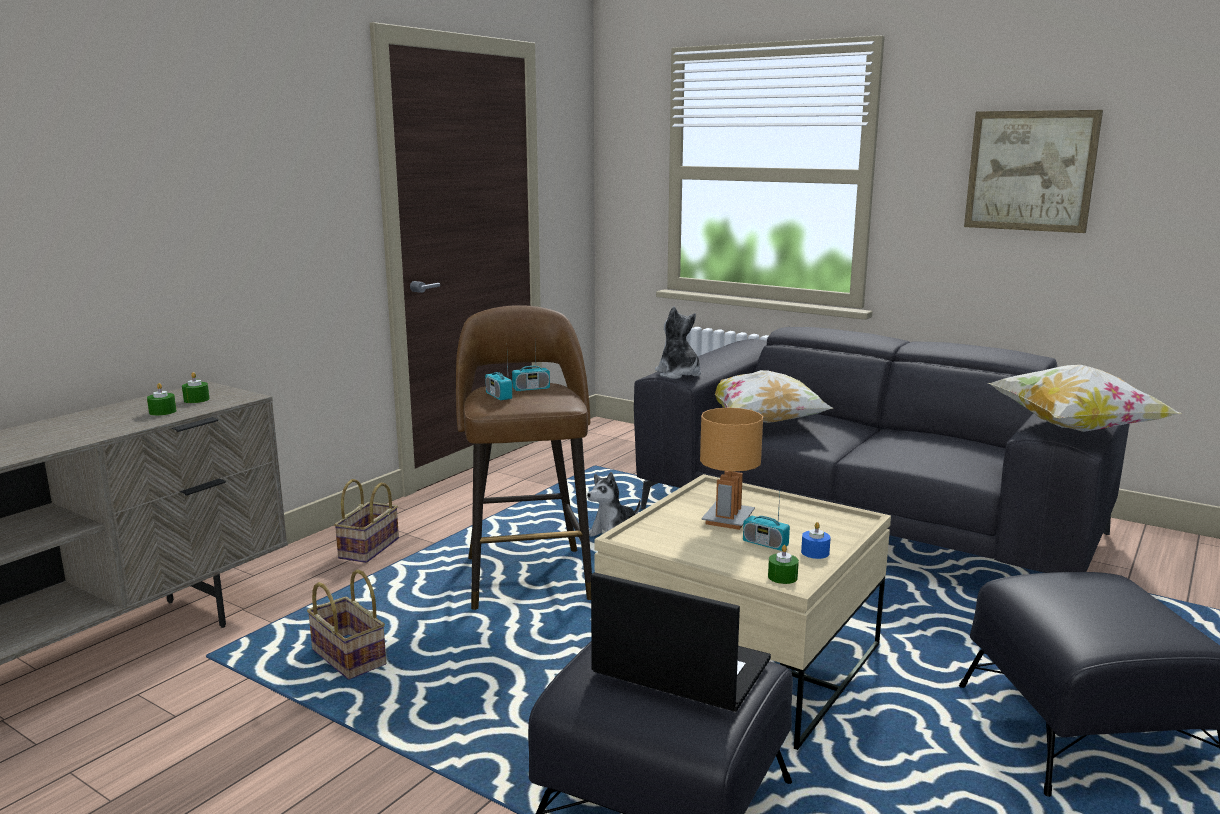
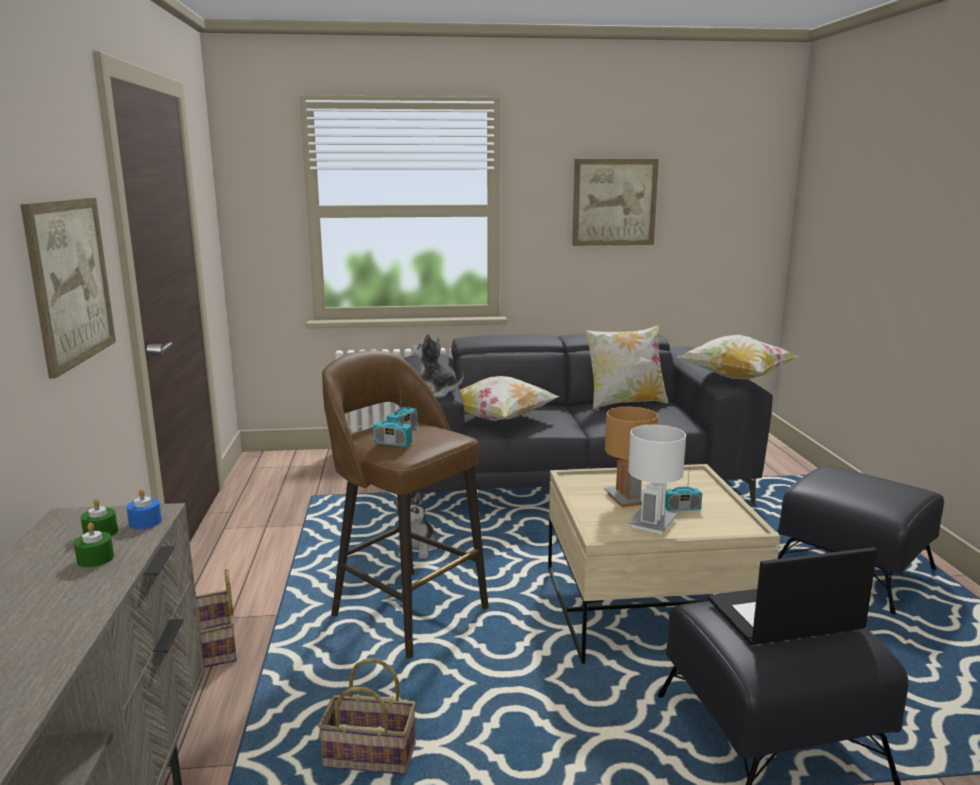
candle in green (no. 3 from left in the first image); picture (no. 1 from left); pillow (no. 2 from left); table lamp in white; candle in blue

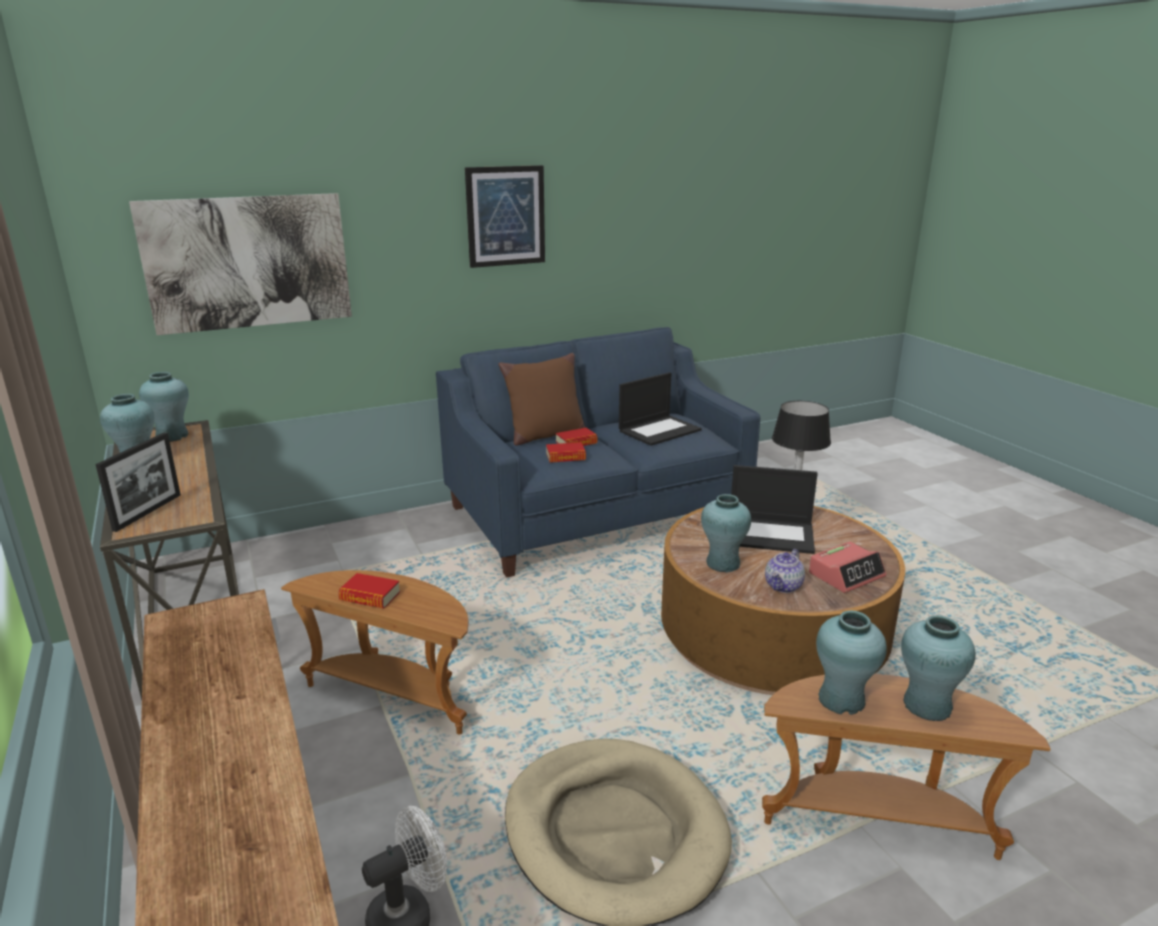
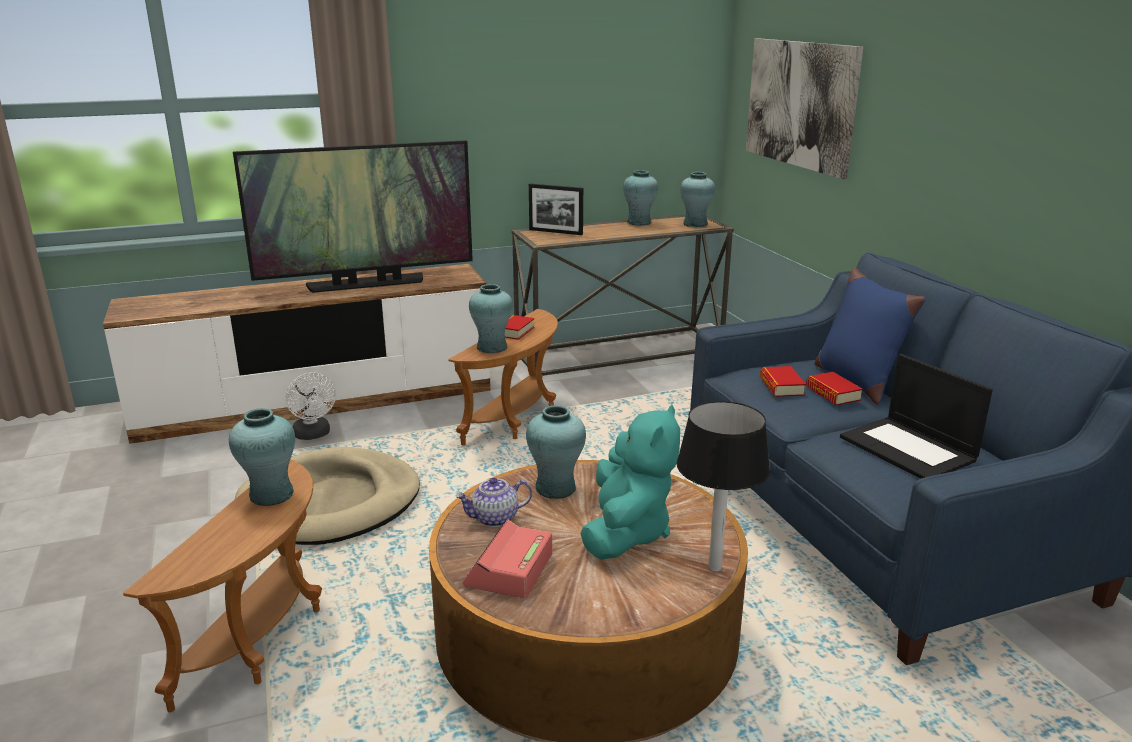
picture (no. 2 from left in the first image); television; vase in turquoise (no. 2 from left); plush toy in turquoise; pillow in blue; teapot; alarm clock

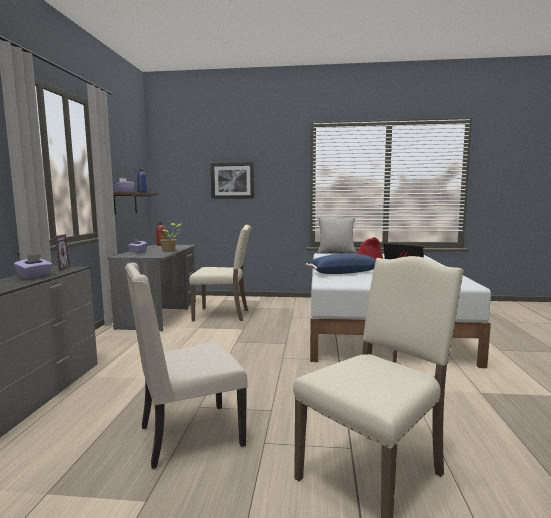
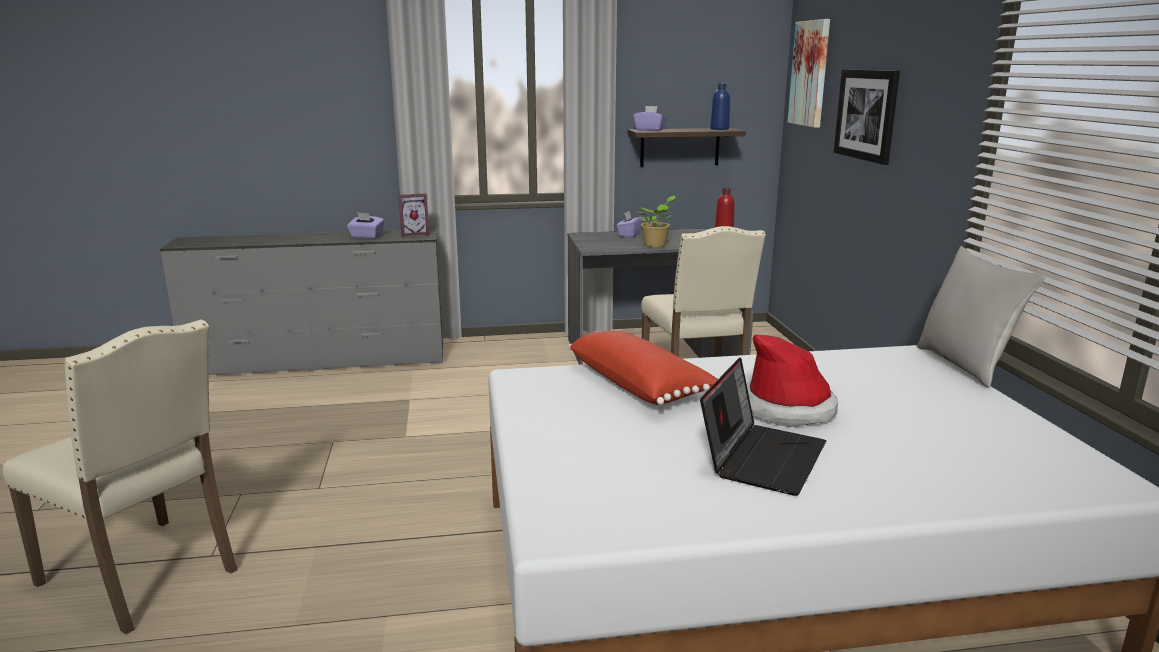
chair in beige (no. 1 from left in the first image); picture (no. 1 from left); pillow in red

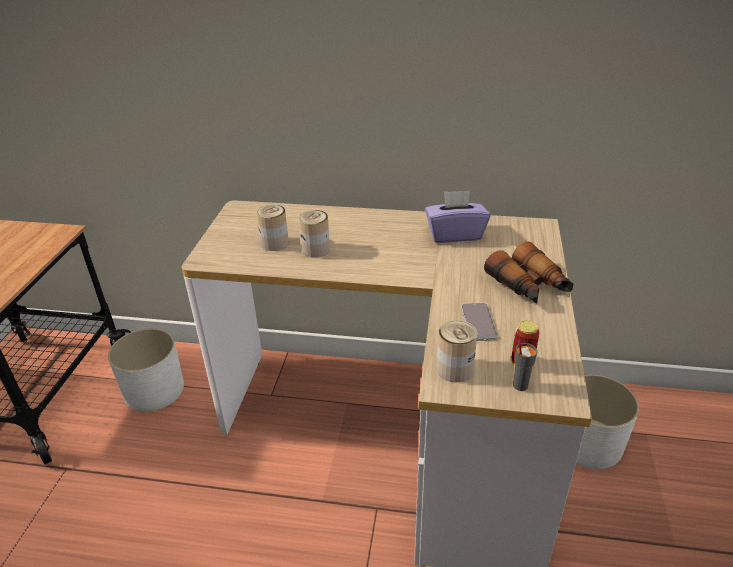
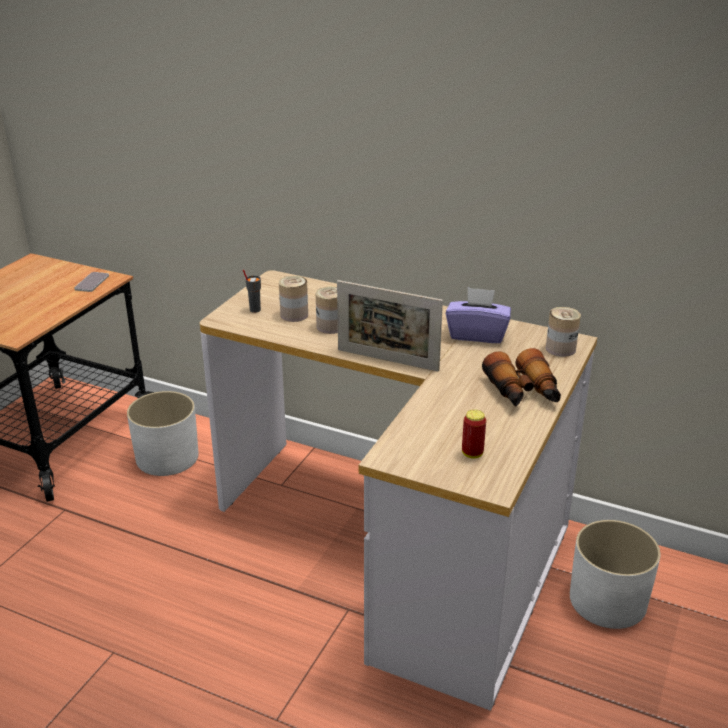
picture frame; can (no. 4 from left); phone; cup in grey

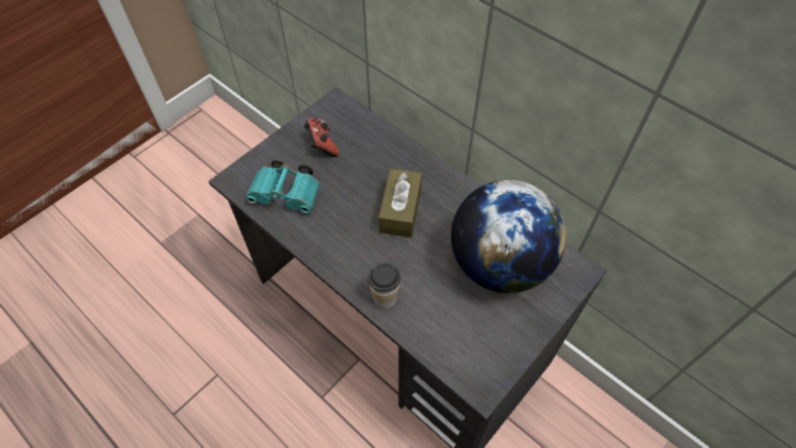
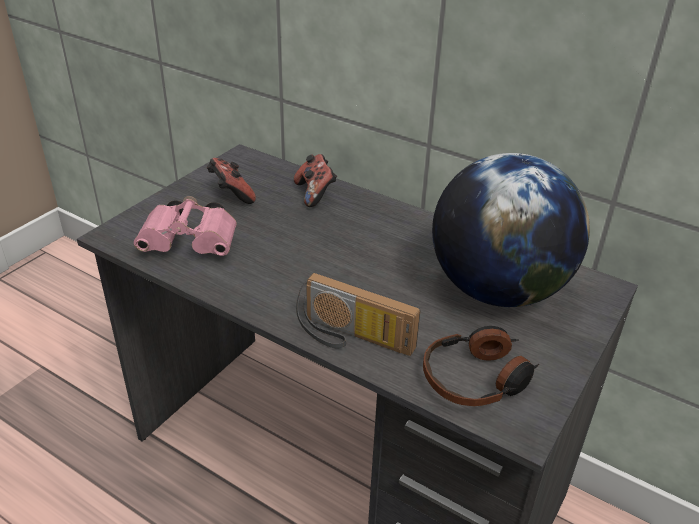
tissue box in brown; game controller (no. 2 from left); headphones; radio; binoculars in pink

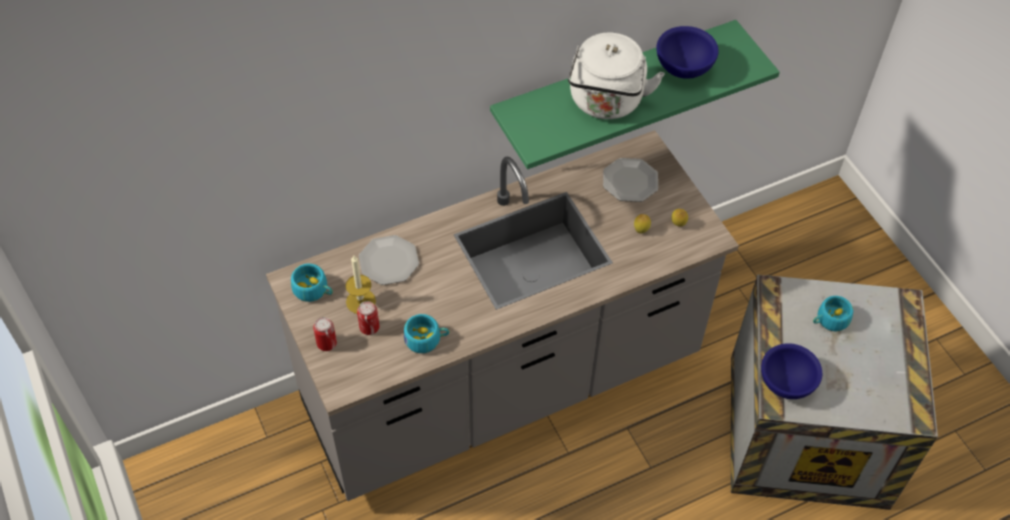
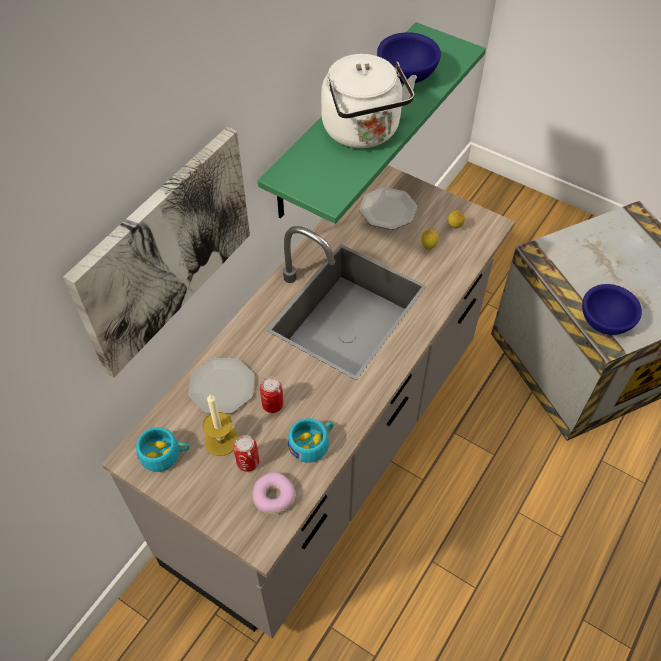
cup in turquoise (no. 3 from left in the first image); picture; donut; can (no. 2 from left)

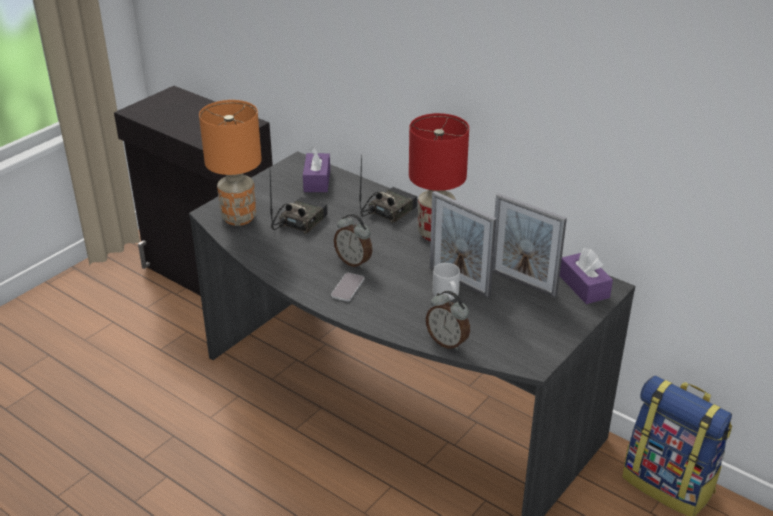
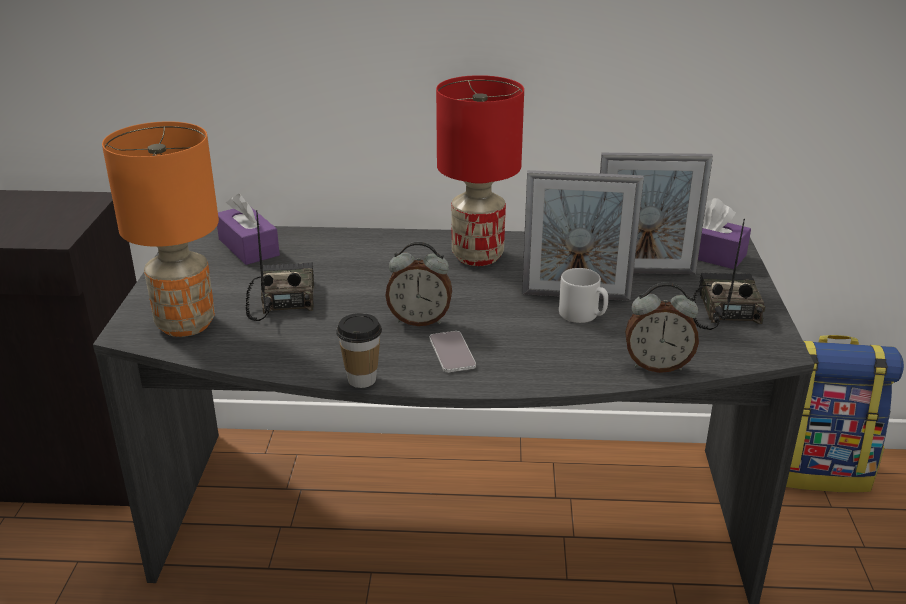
cup; radio (no. 2 from left)

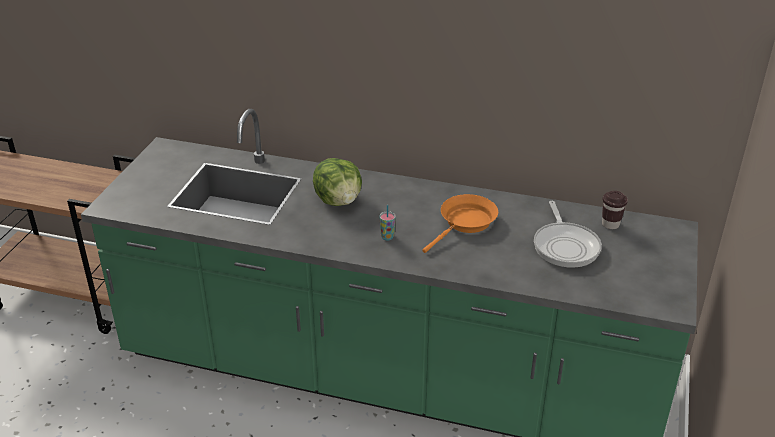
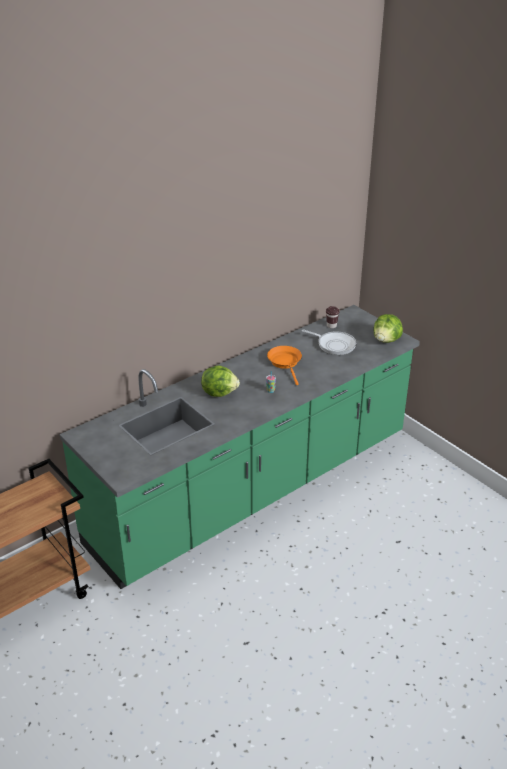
lettuce (no. 2 from left)

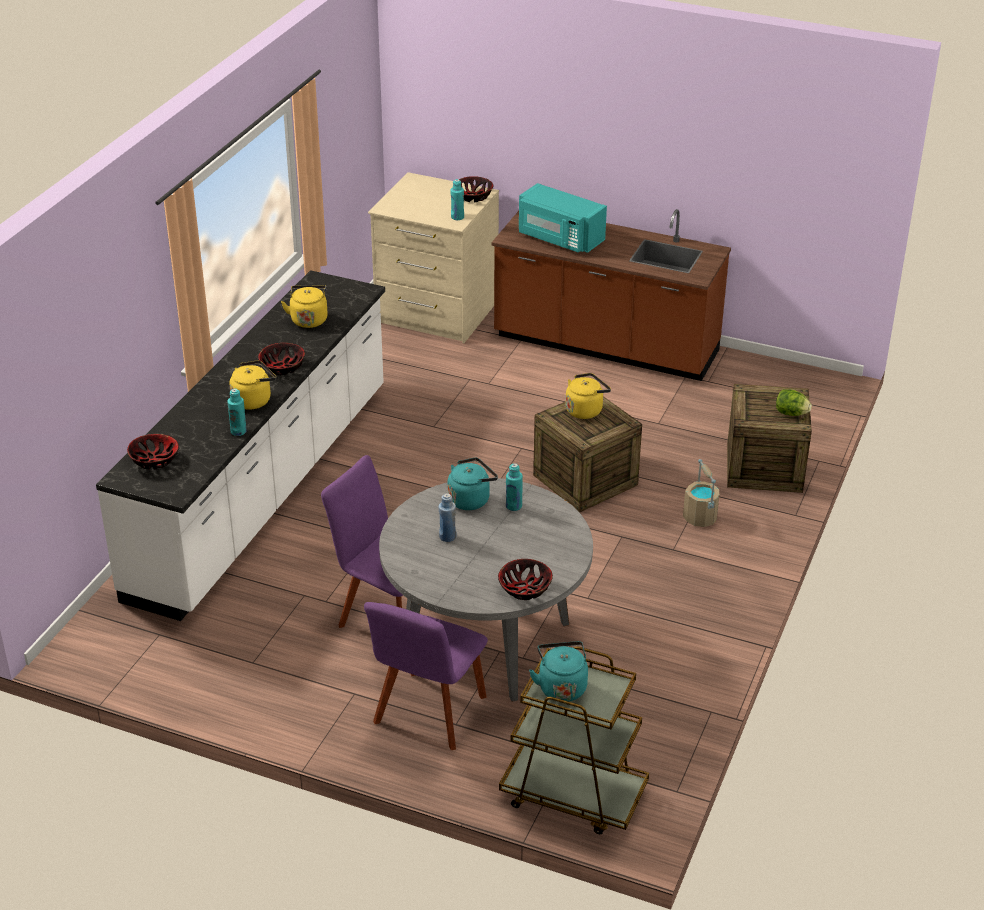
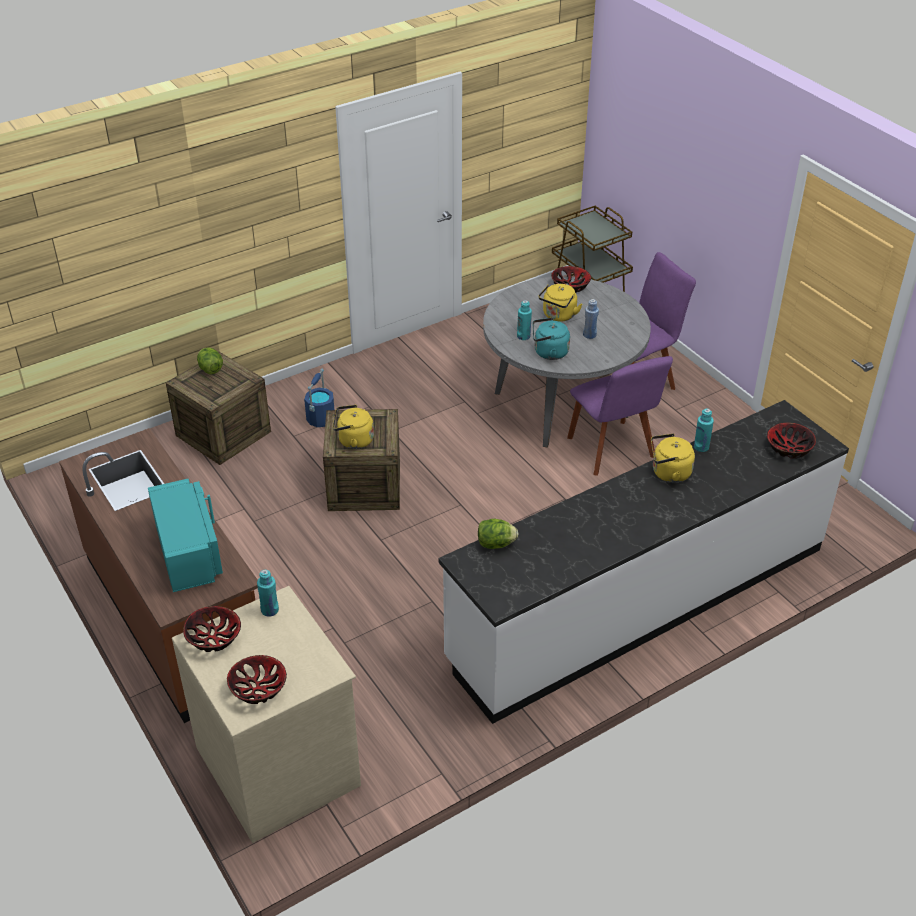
kettle in turquoise (no. 2 from left in the first image); lettuce (no. 2 from left); bowl (no. 2 from left); kettle in yellow (no. 2 from left); bucket in blue

